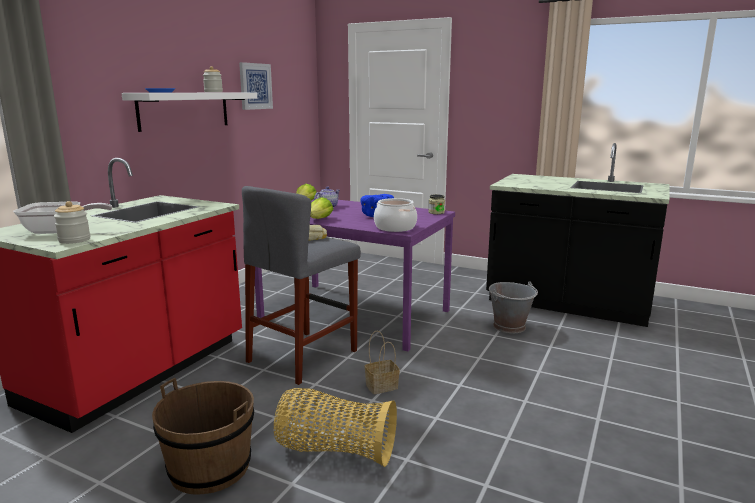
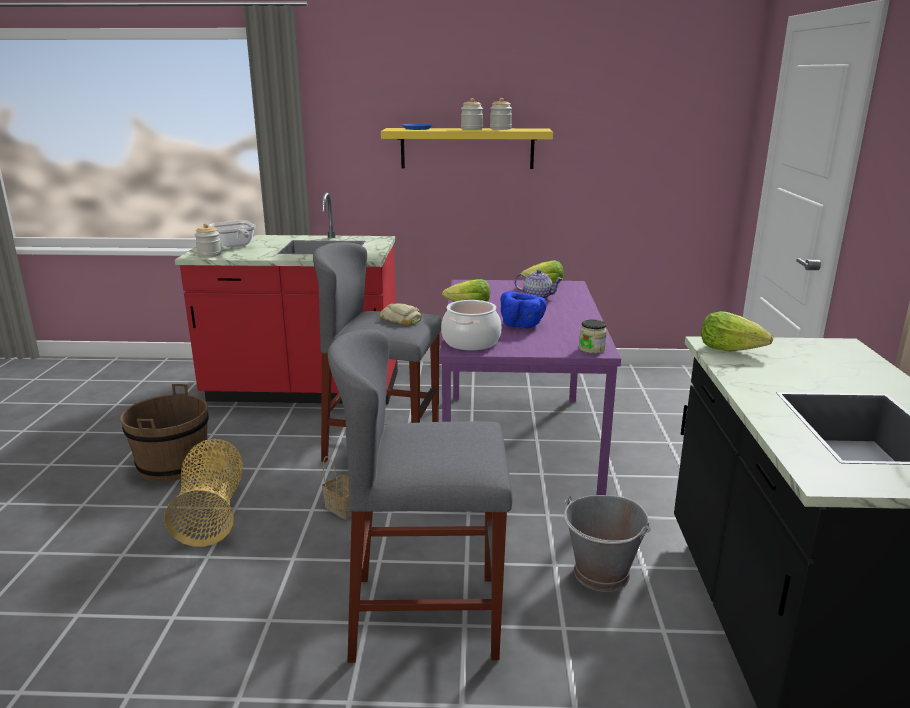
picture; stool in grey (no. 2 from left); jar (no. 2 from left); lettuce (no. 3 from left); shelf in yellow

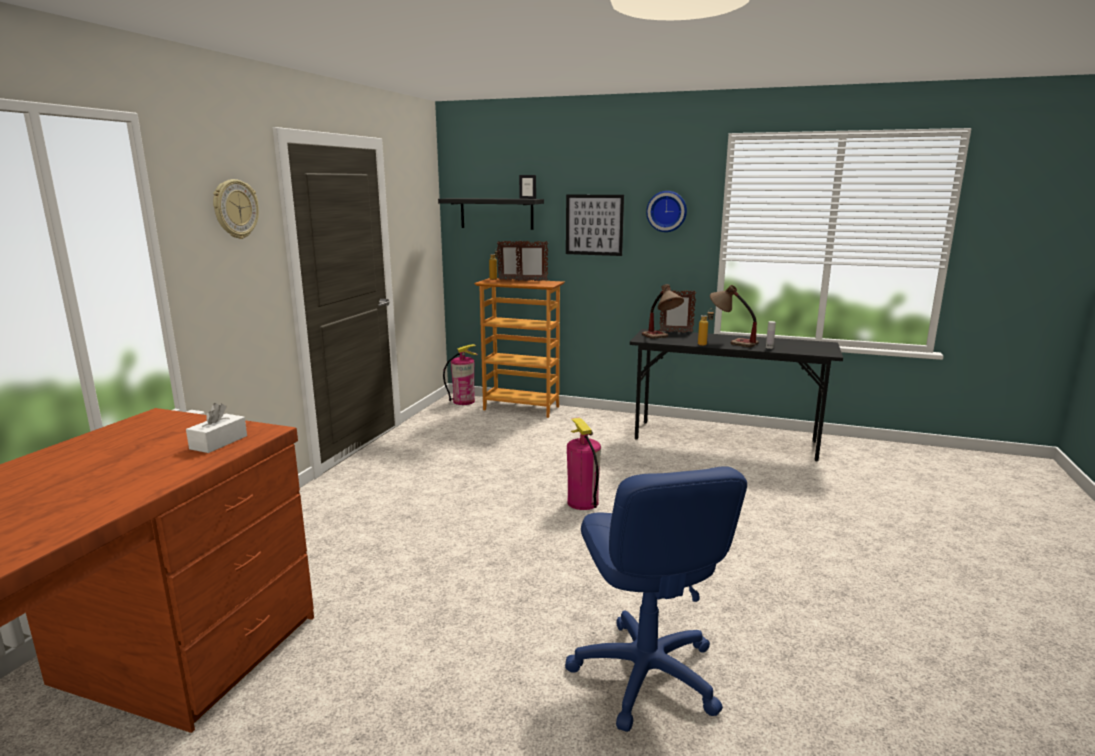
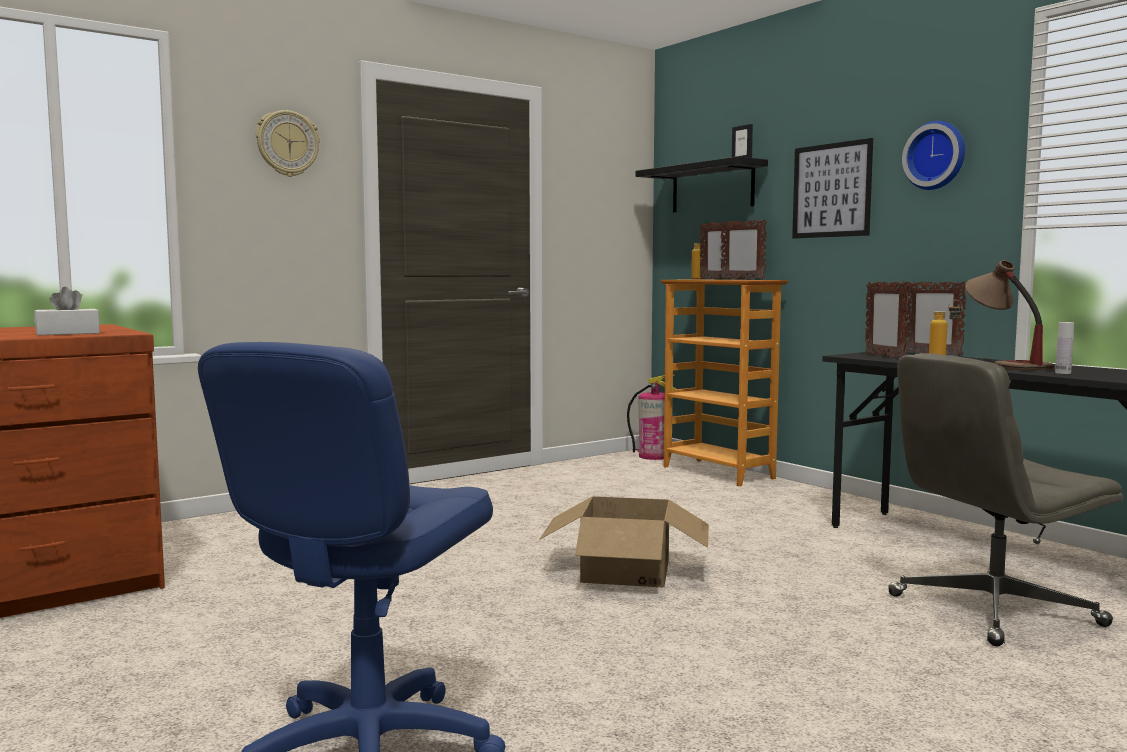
office chair in grey; cardboard box; picture frame (no. 4 from left)

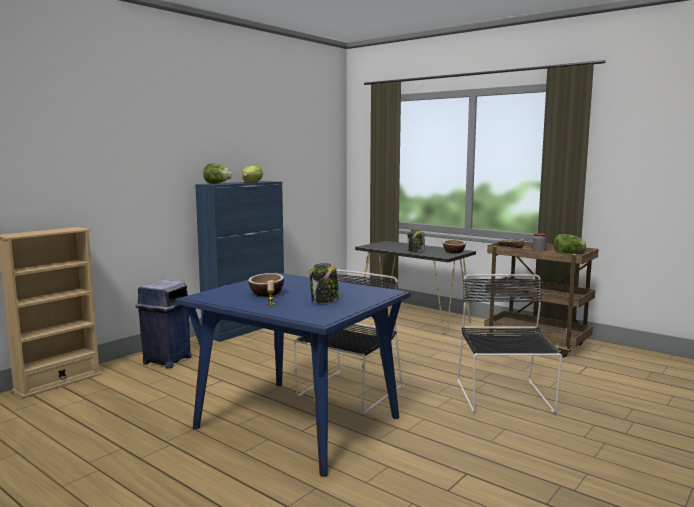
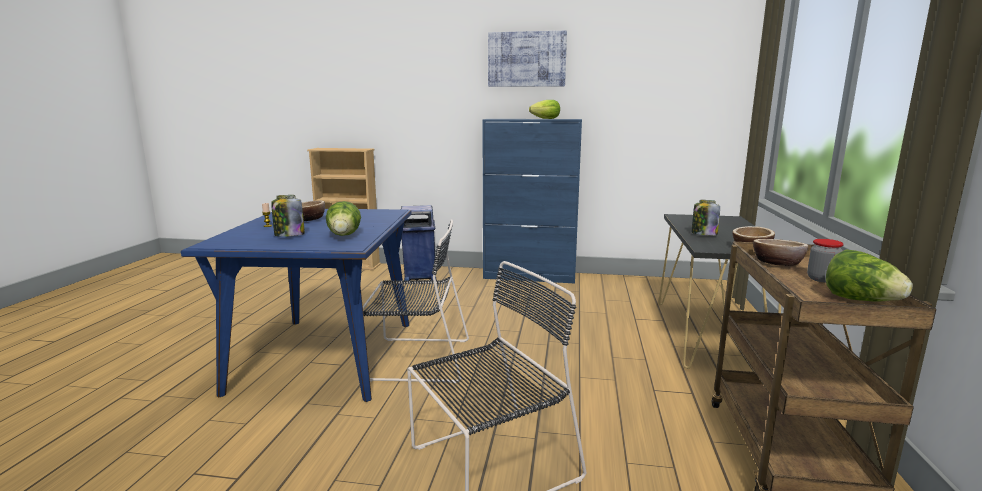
picture; lettuce (no. 1 from left)

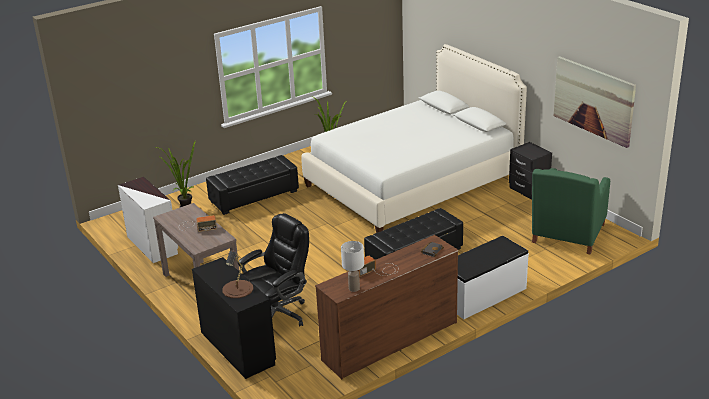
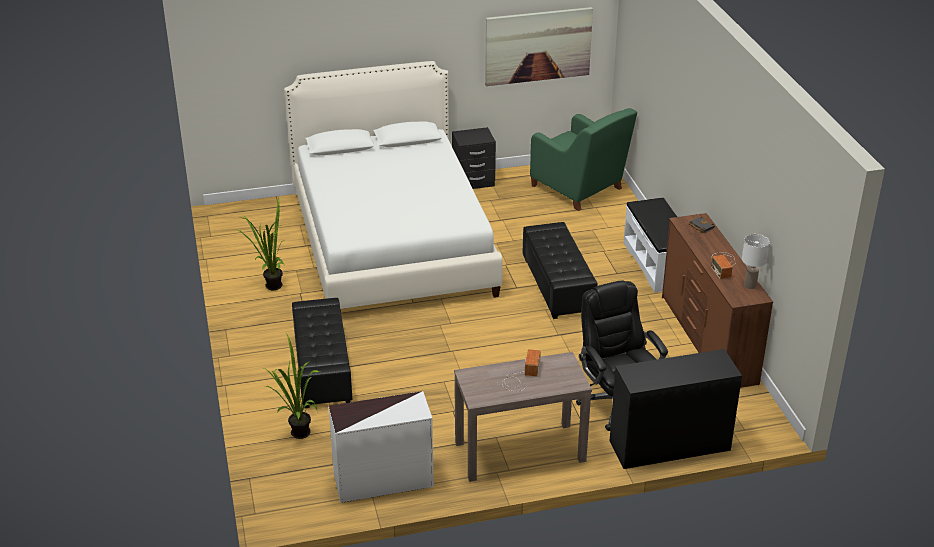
table lamp in brown

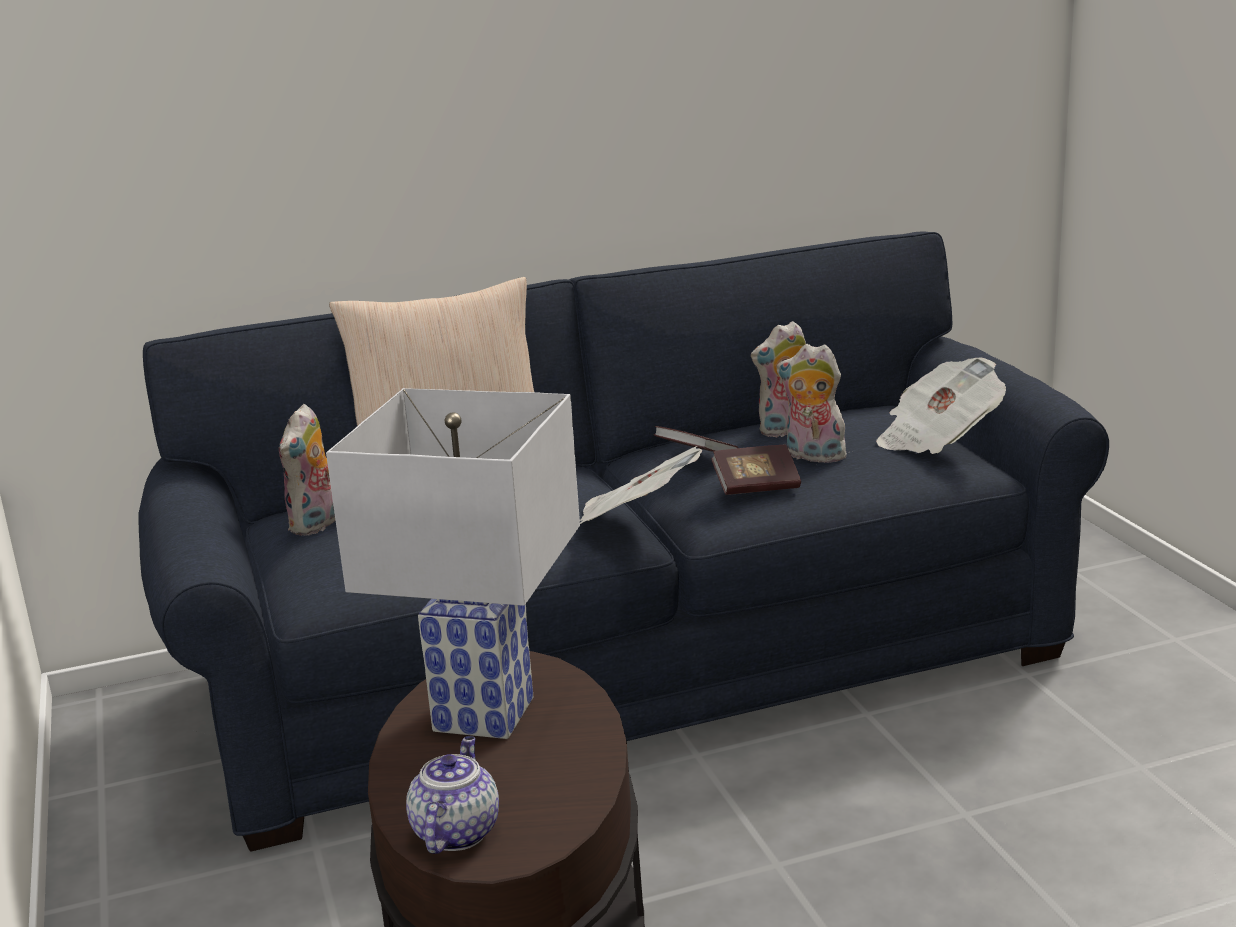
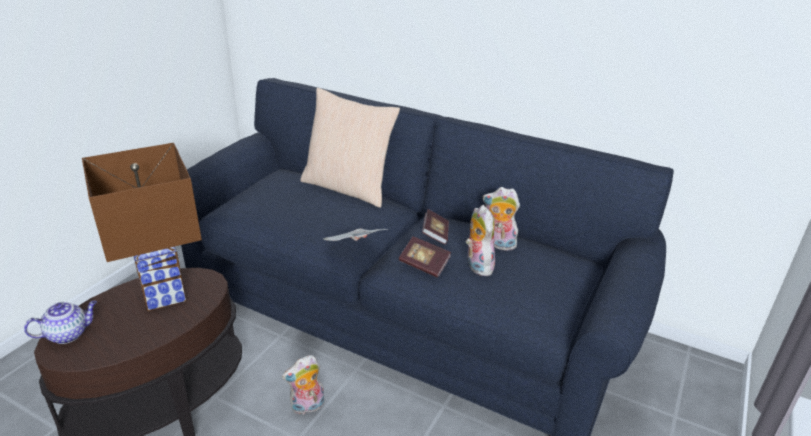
newspaper (no. 2 from left in the first image); plush toy (no. 1 from left); table lamp in brown

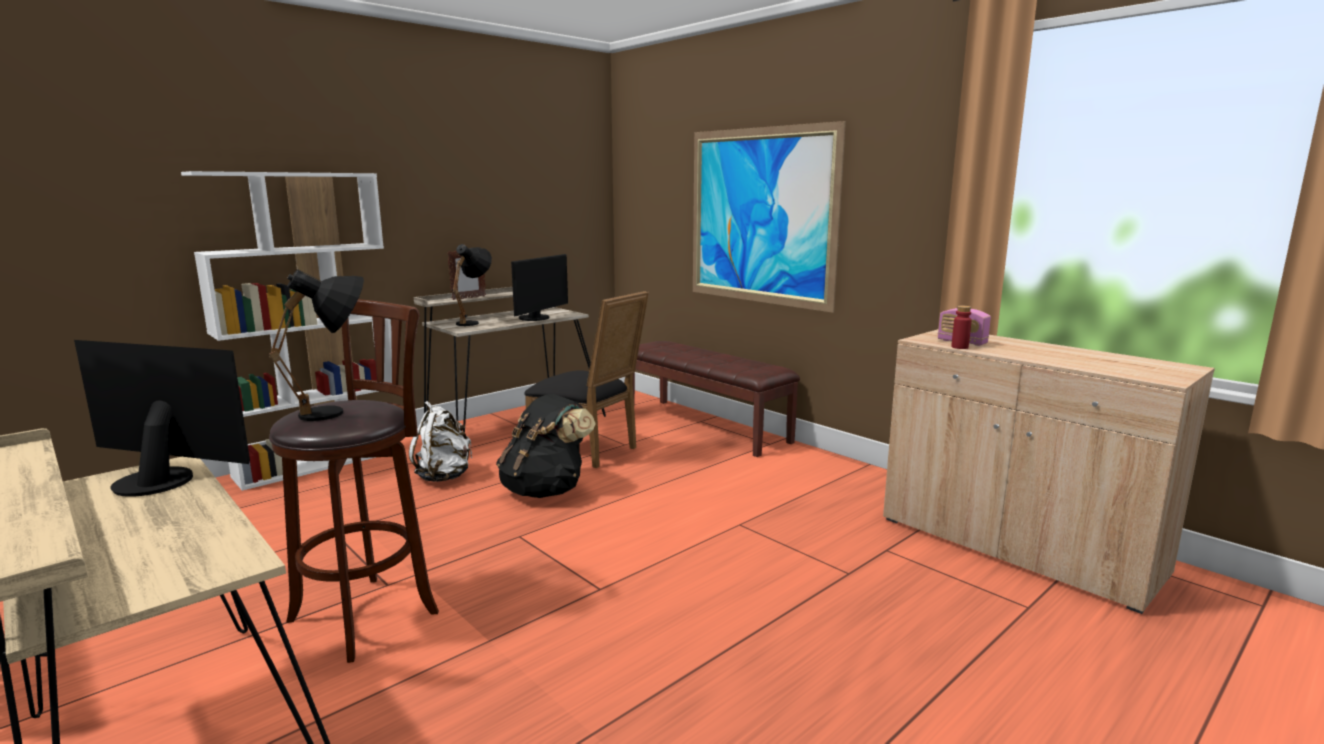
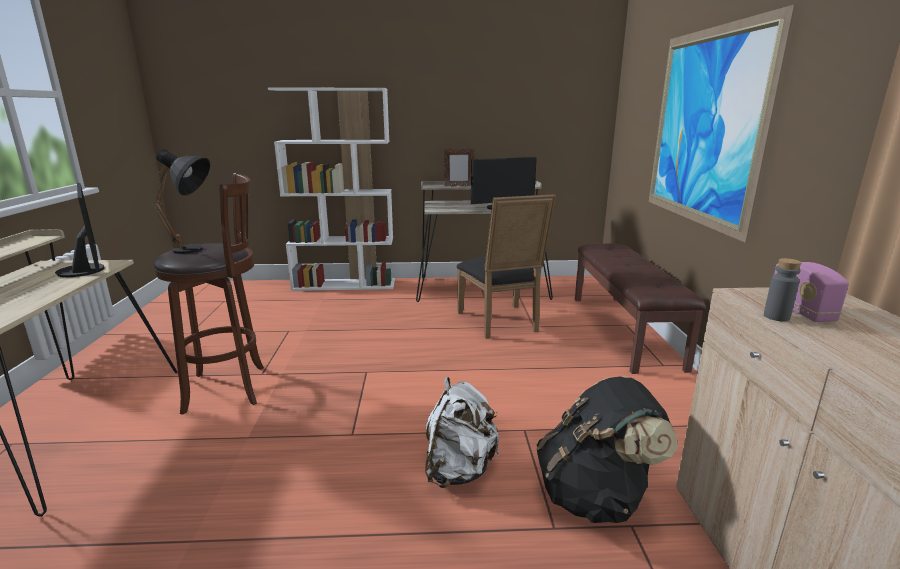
table lamp in black (no. 2 from left in the first image); backpack in white; backpack in black; bottle in grey

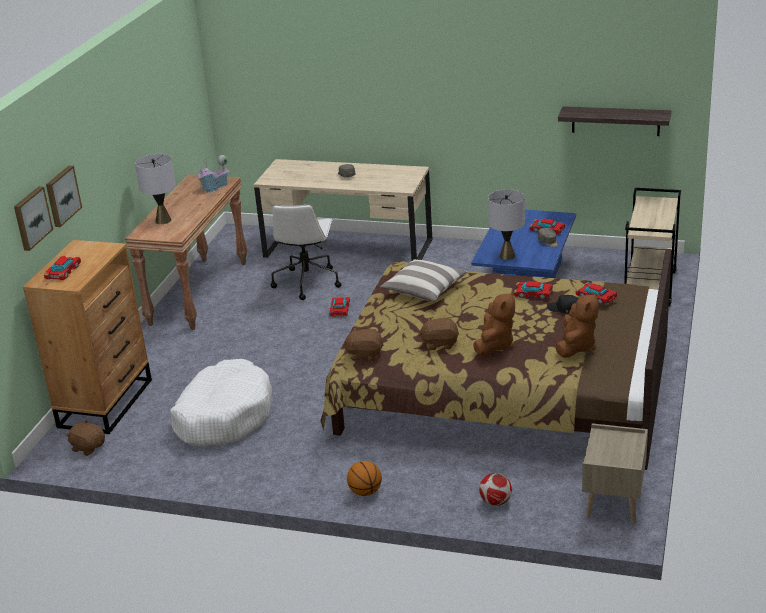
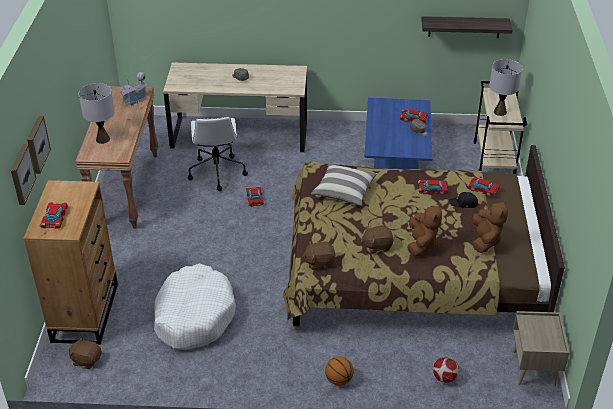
table lamp in grey (no. 2 from left)

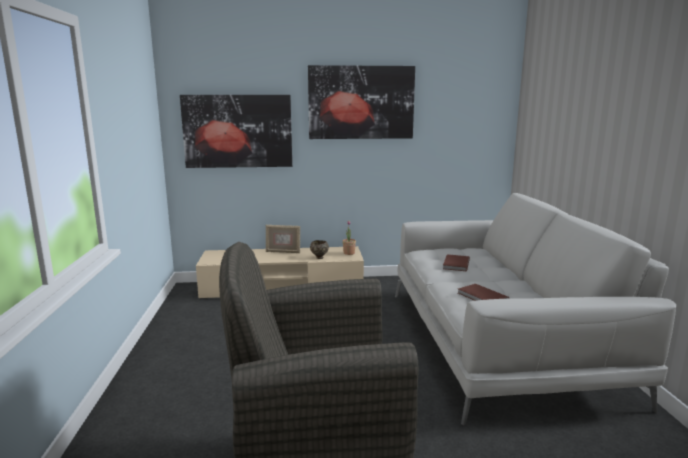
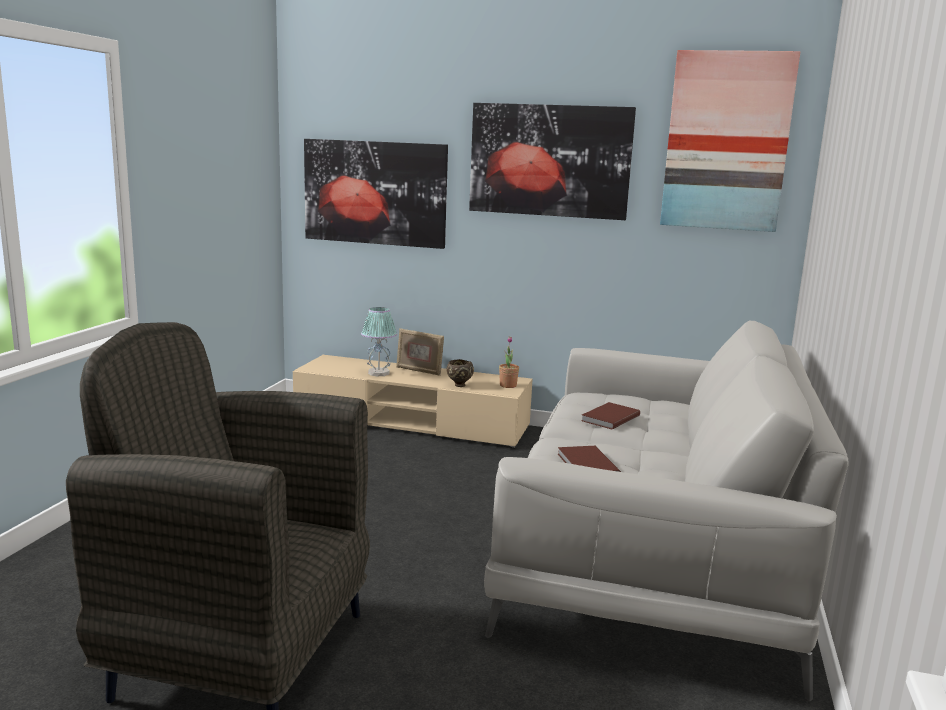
table lamp; picture (no. 3 from left)

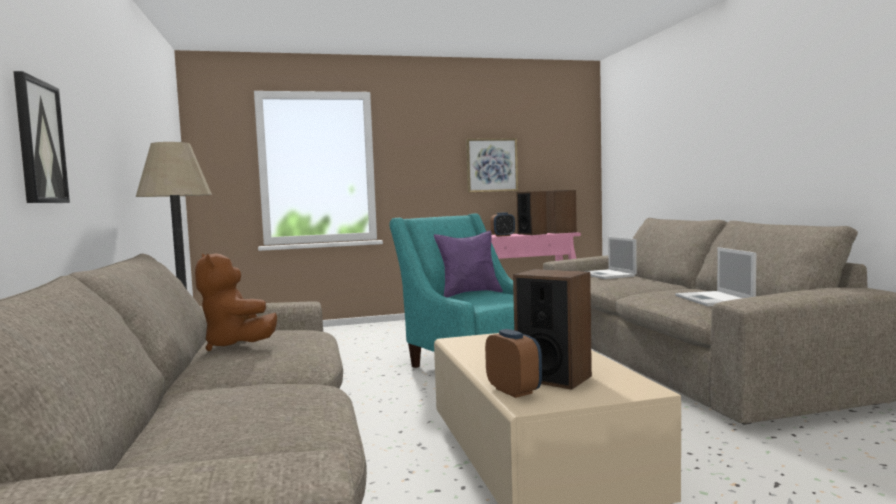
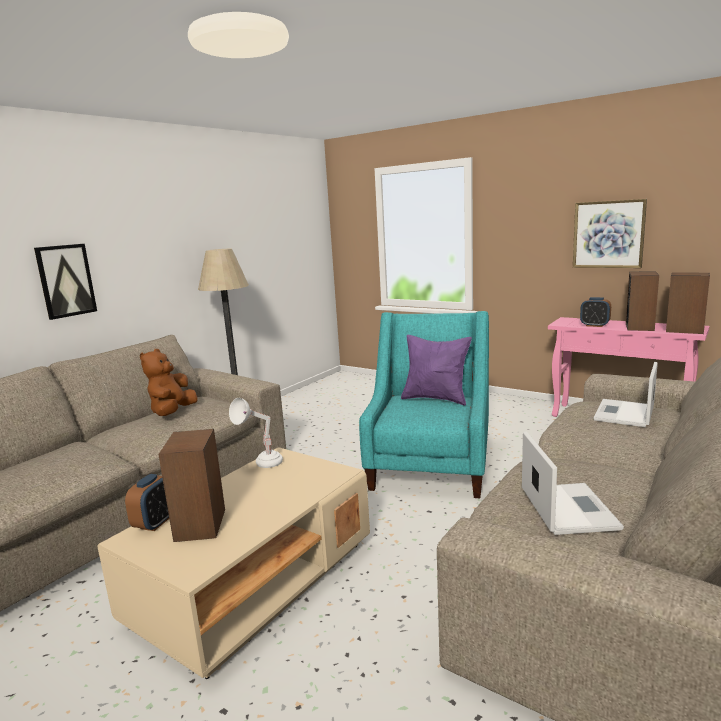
table lamp in white; laptop (no. 1 from left)

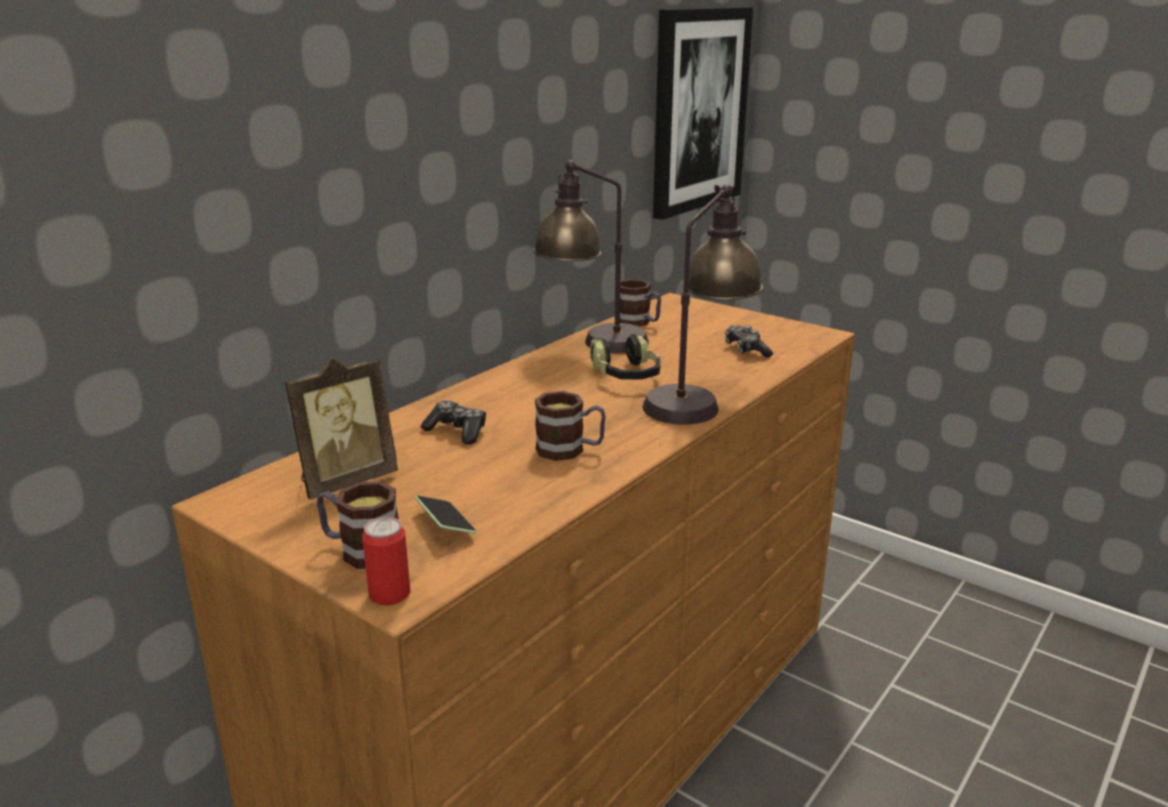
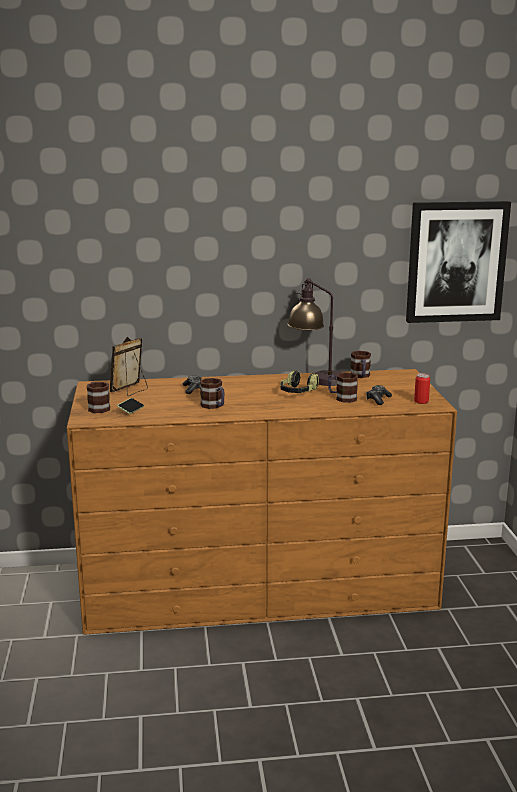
table lamp (no. 2 from left in the first image); mug (no. 3 from left); can; picture frame

